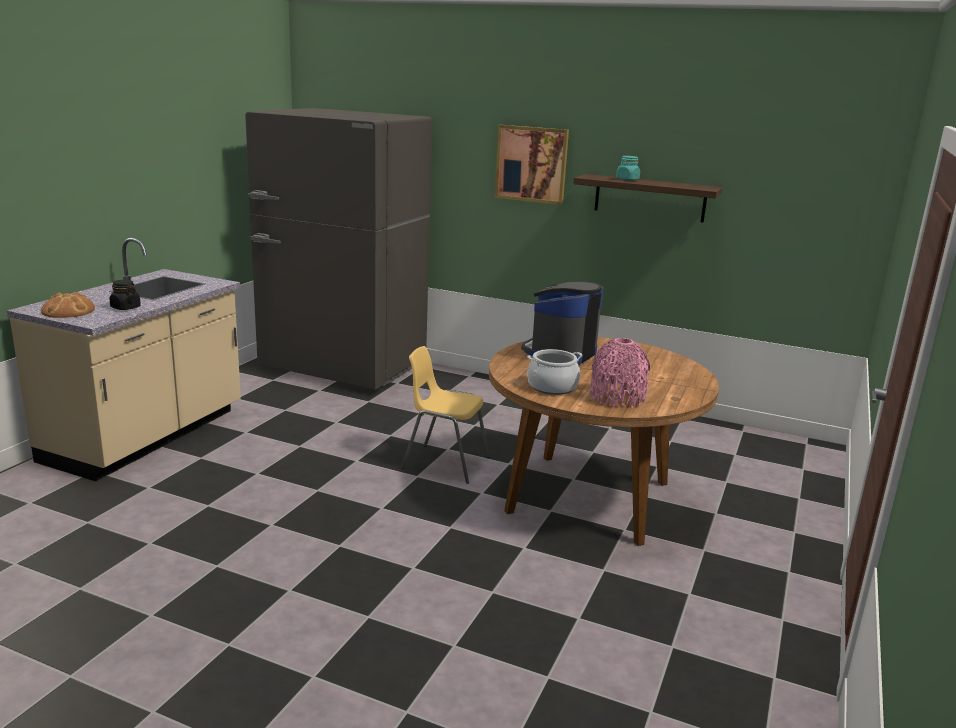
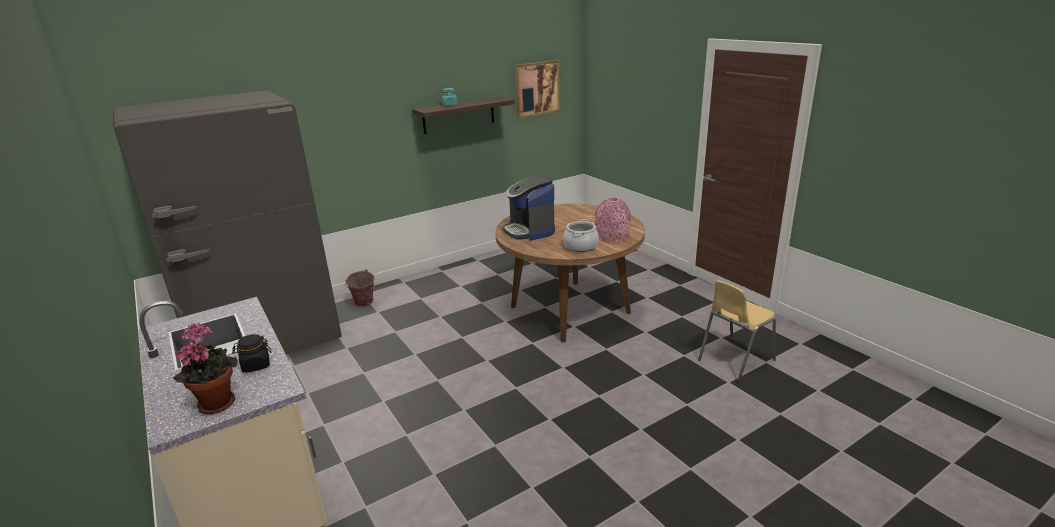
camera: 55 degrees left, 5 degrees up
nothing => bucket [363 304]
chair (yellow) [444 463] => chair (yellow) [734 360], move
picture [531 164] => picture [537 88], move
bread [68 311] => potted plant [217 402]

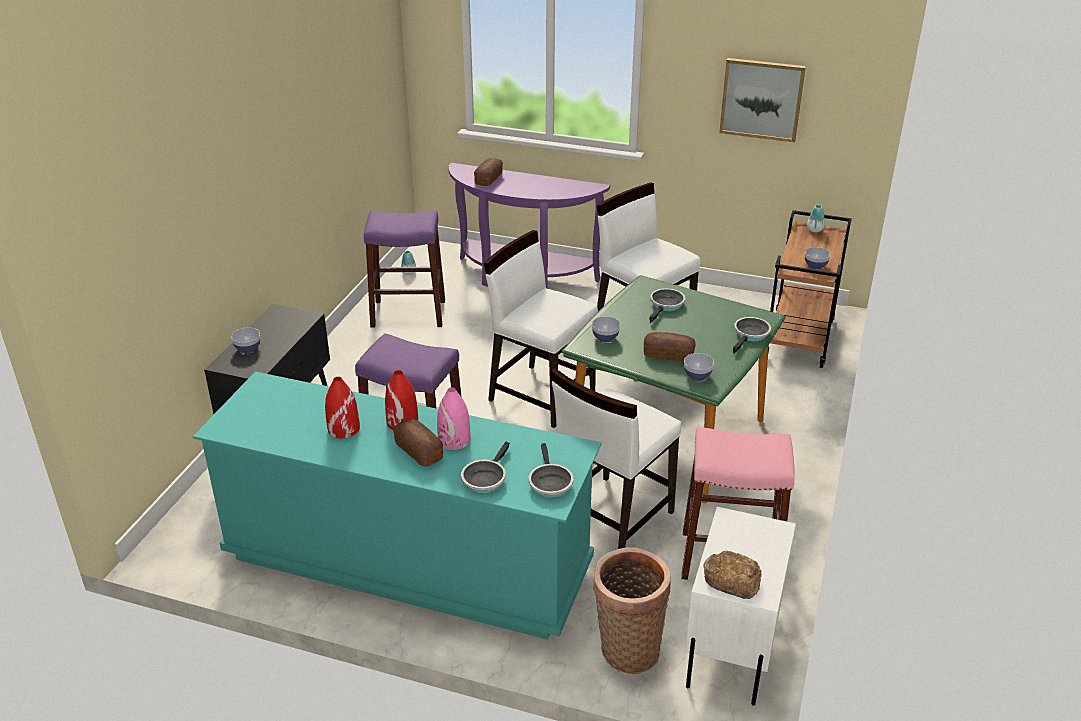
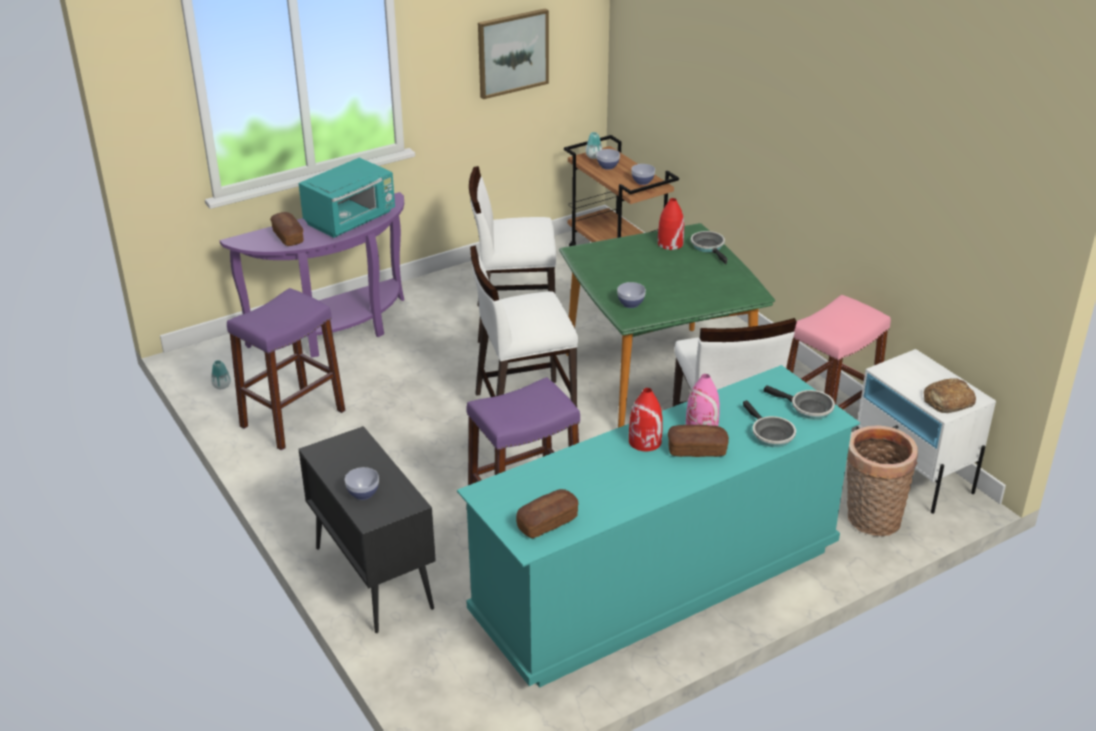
camera: 50 degrees left, 0 degrees up
frying pan [666 305] => nothing
nothing => microwave (turquoise) [351 220]
vase (red) [343 429] => vase (red) [670 244], move
bread [668 355] => bread [547 523], move
bowl [697 376] => bowl [607 166], move

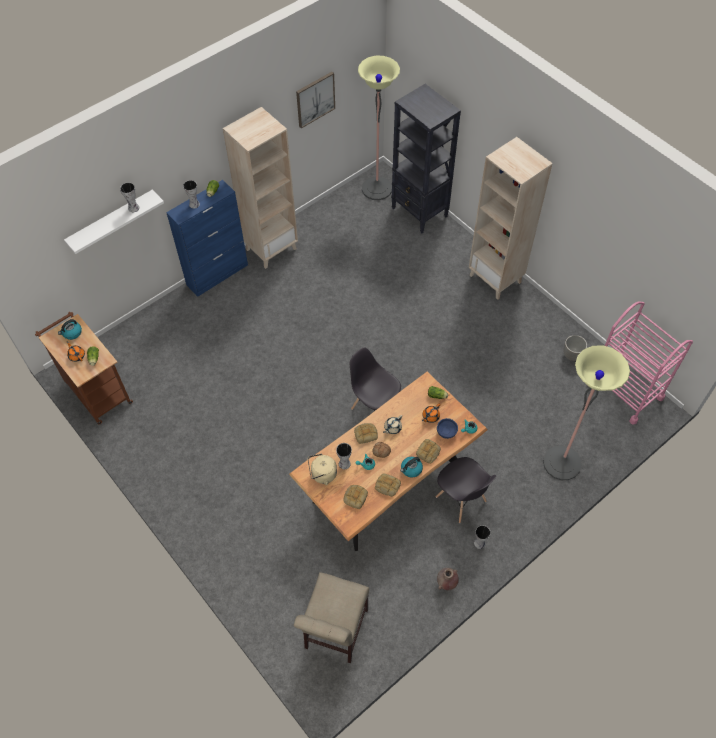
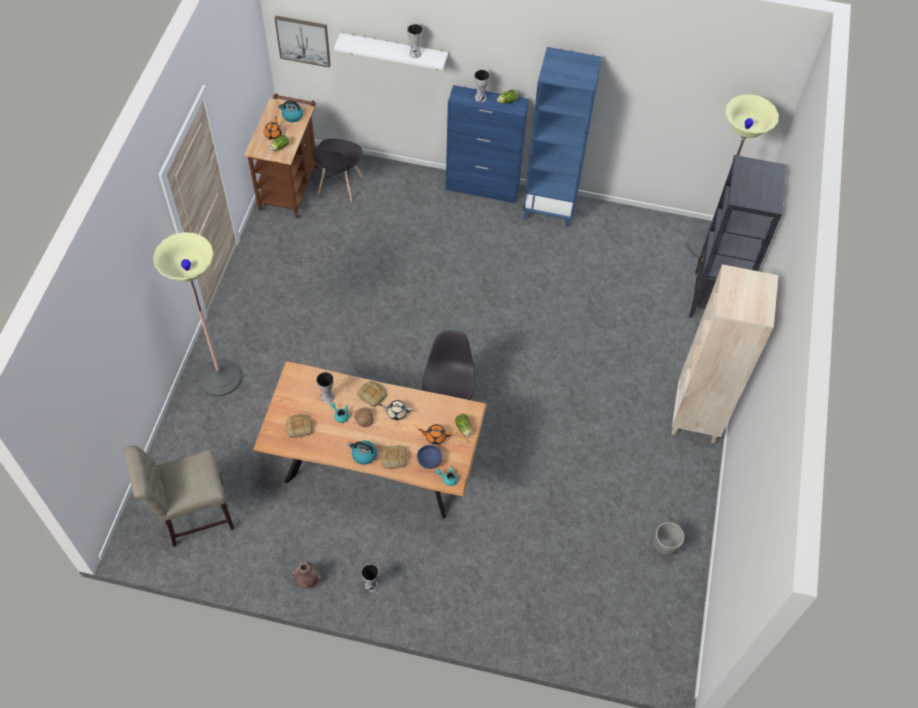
camera: 50 degrees right, 0 degrees up
kettle (beige) [322 474] => nothing
bread [387 486] => nothing
cart (pink) [625 391] => nothing
picture [315 99] => picture [303 40], move
chair (grey) [461 500] => chair (grey) [339 185], move
floor lamp [561 463] => floor lamp [220 378], move
bookcase (beige) [271 249] => bookcase (blue) [550 208]

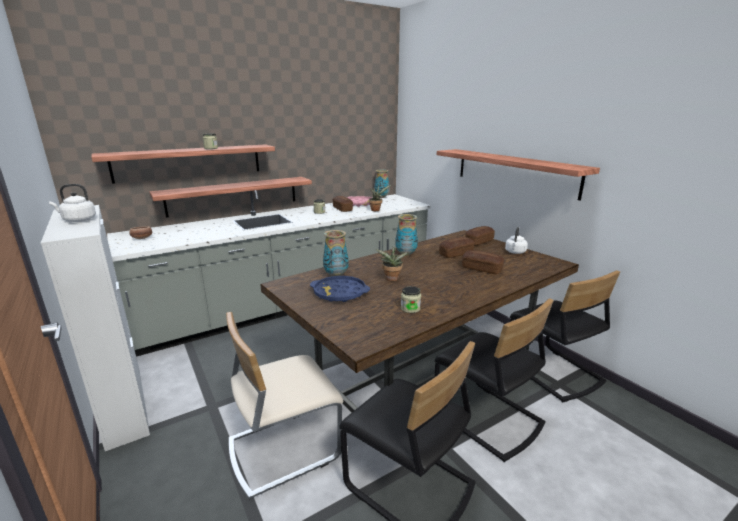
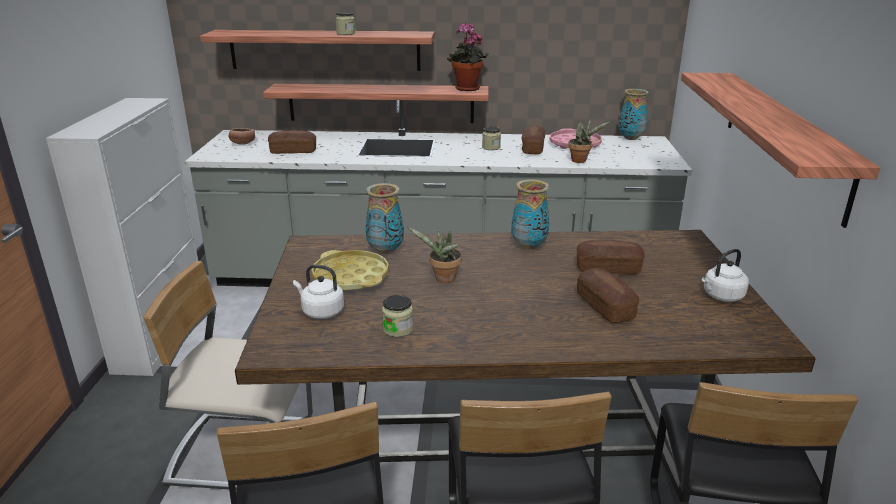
camera: 35 degrees right, 5 degrees up
nothing => potted plant [466 89]
kettle (white) [78 220] => kettle (white) [321 311], move
bread [479 241] => bread [293 151], move
tray (blue) [339 293] => tray (yellow) [351 277]

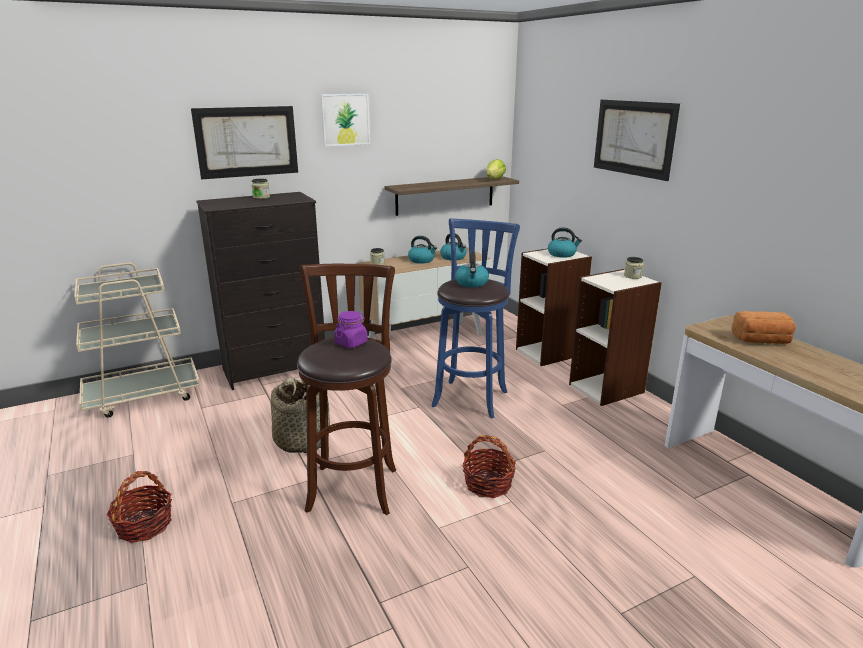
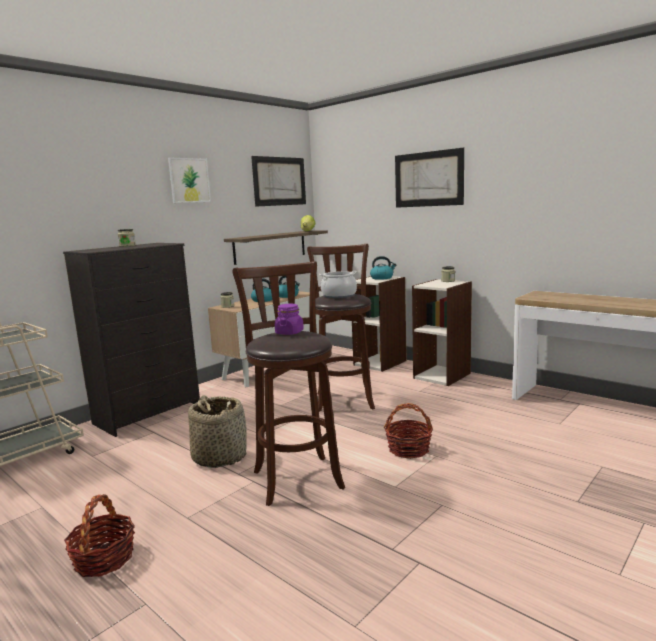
camera: 20 degrees left, 10 degrees down
bread [762 341] => nothing
picture [247 142] => picture [279 181], move
kettle [472 283] => cooking pot [339 295]
stool (blue) [471 397] => stool (brown) [344 399]

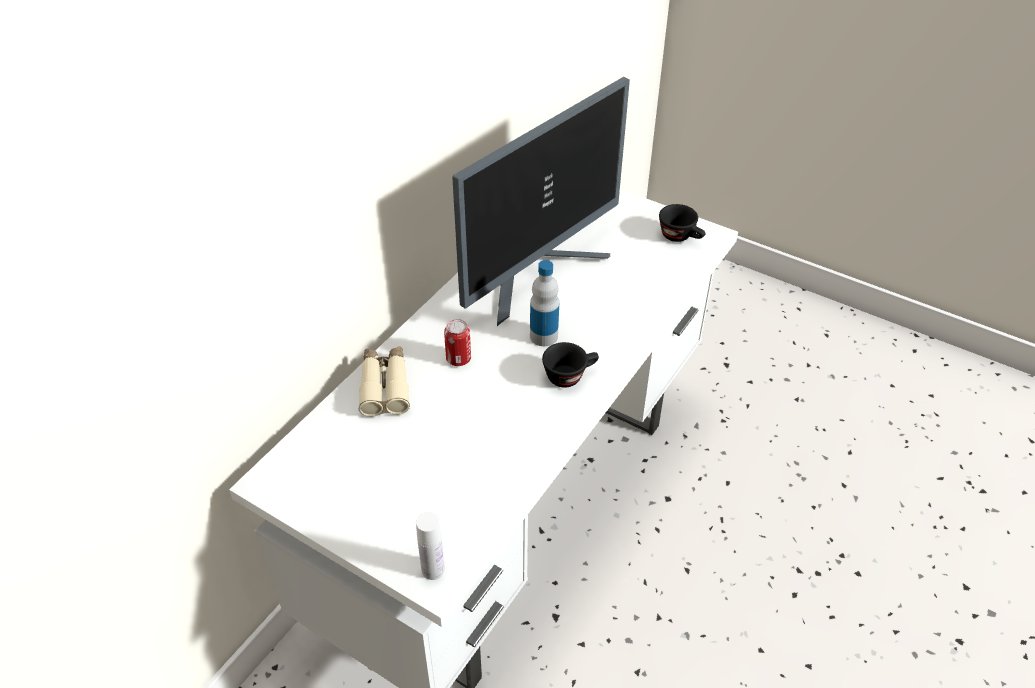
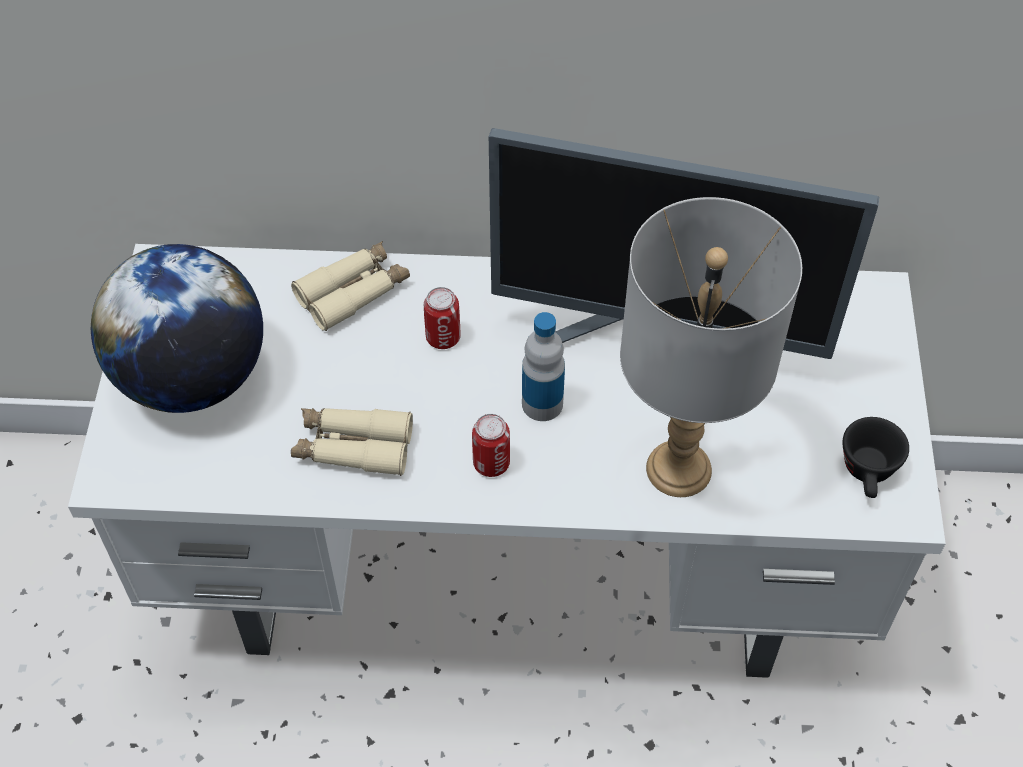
camera: 60 degrees right, 10 degrees up
bottle (white) [433 569] => nothing
nothing => globe [193 377]
nothing => binoculars (beige) [353 447]
nothing => table lamp (grey) [680 469]
cup (black) [570 375] => can [491 463]

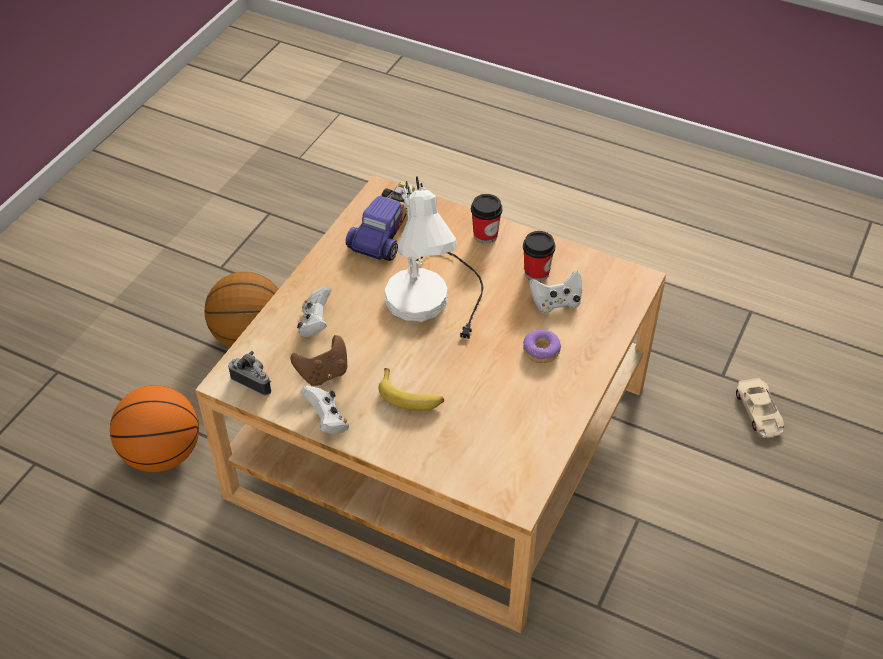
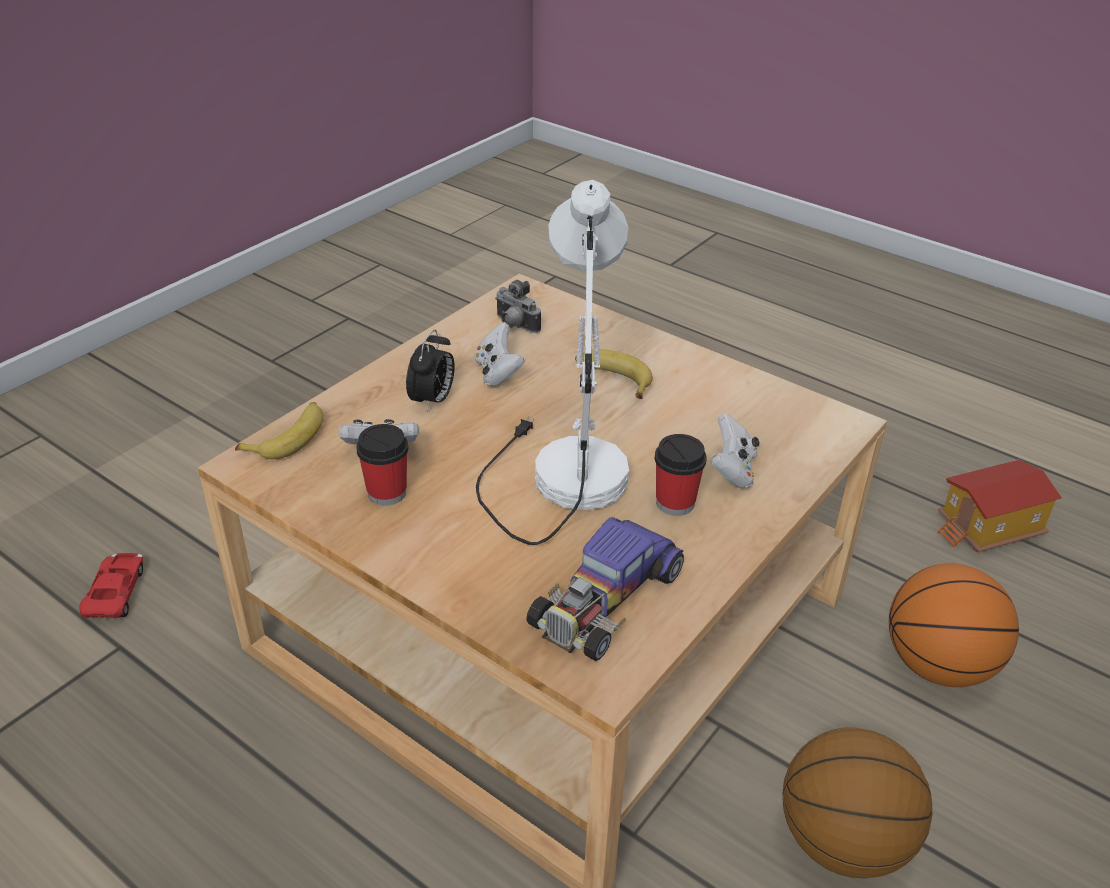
camera: 170 degrees left, 10 degrees down
game controller (brown) [323 373] => nothing
nothing => banana [289 437]
nothing => toy house [989 530]
photo camera [254 381] => photo camera [514 326], move
game controller (white) [327 421] => game controller (white) [497 373], move
cup [485 235] => cup [675 503], move
donut [541 351] => alarm clock [432 401]
toy car (beige) [759 412] => toy car (red) [116 591]

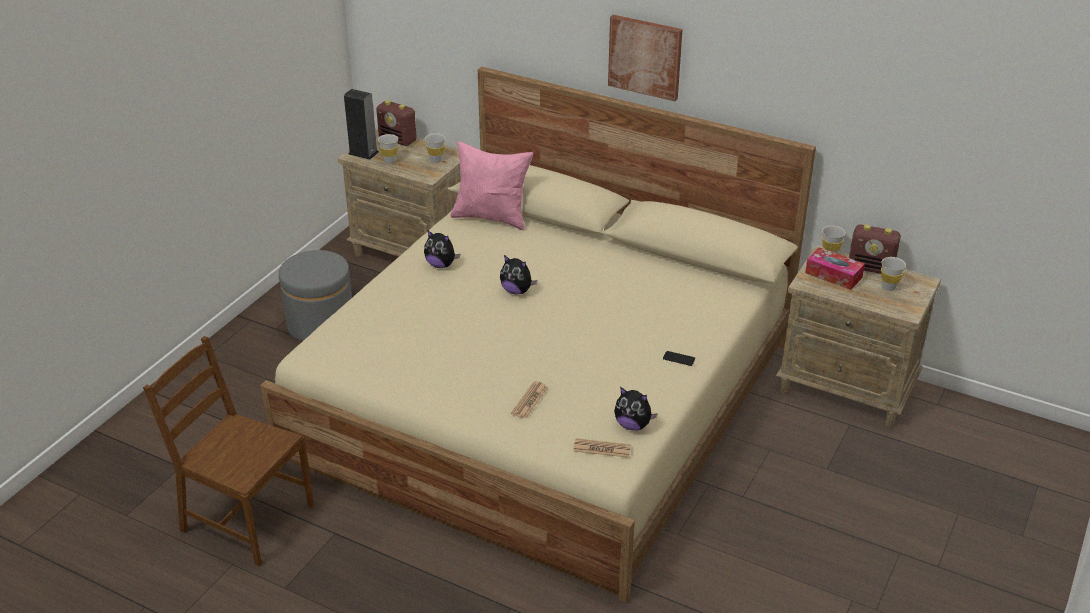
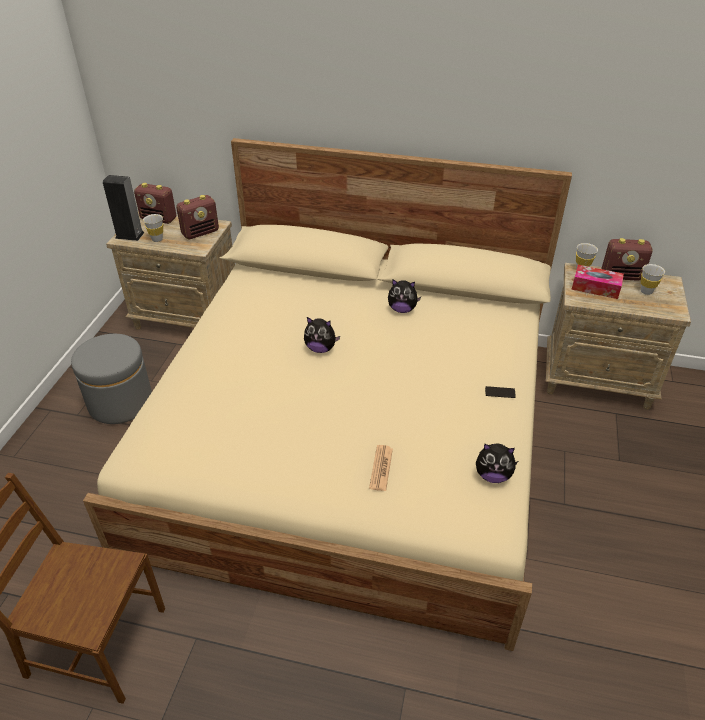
camera: 15 degrees left, 5 degrees up
pillow (pink) [491 217] => nothing
newspaper [602 449] => nothing
picture [645 57] => nothing
plush toy [441 265] => plush toy [402 309], move
cup (white) [436 160] => radio [200 233]

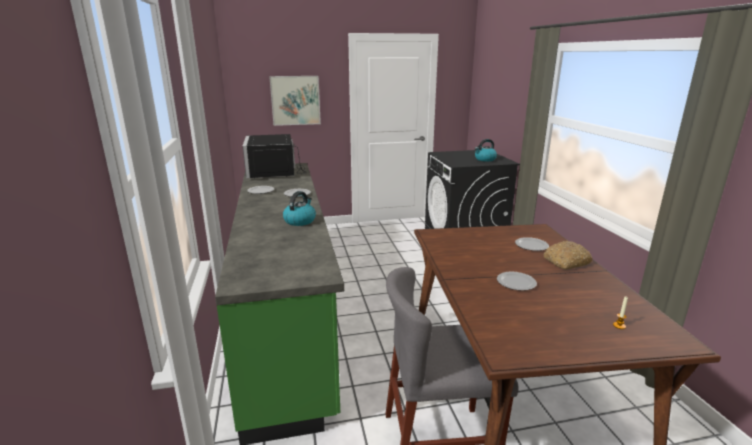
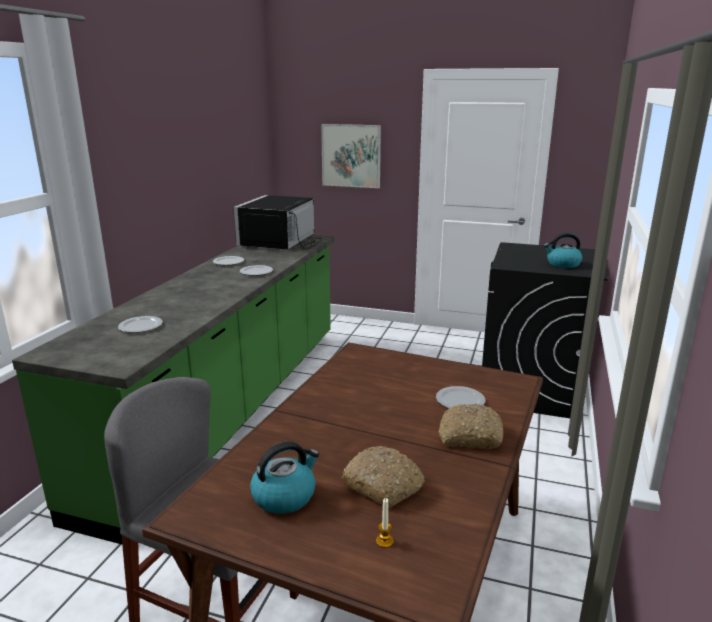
camera: 30 degrees right, 0 degrees up
nothing => bread [384 485]
kettle [300 221] => kettle [284 496], move
plate [516 282] => plate [141 326], move

